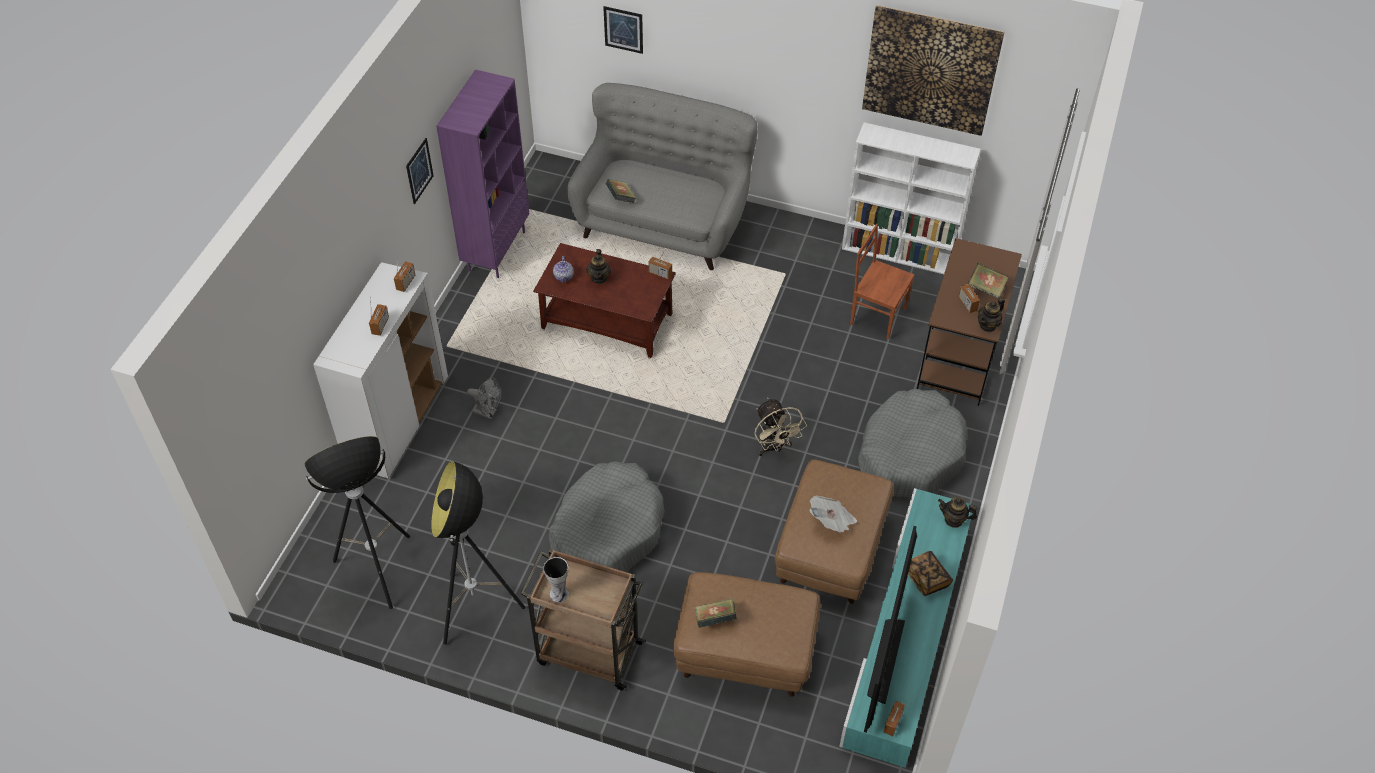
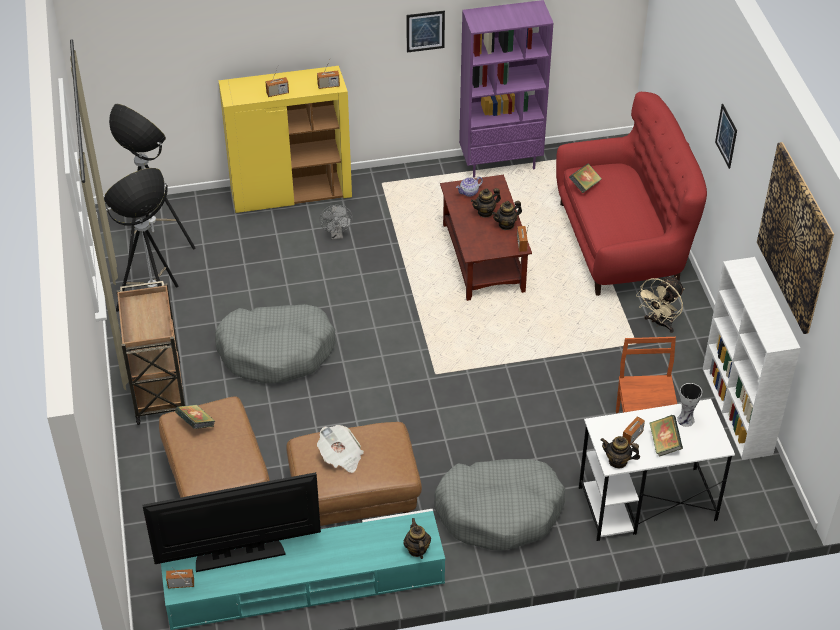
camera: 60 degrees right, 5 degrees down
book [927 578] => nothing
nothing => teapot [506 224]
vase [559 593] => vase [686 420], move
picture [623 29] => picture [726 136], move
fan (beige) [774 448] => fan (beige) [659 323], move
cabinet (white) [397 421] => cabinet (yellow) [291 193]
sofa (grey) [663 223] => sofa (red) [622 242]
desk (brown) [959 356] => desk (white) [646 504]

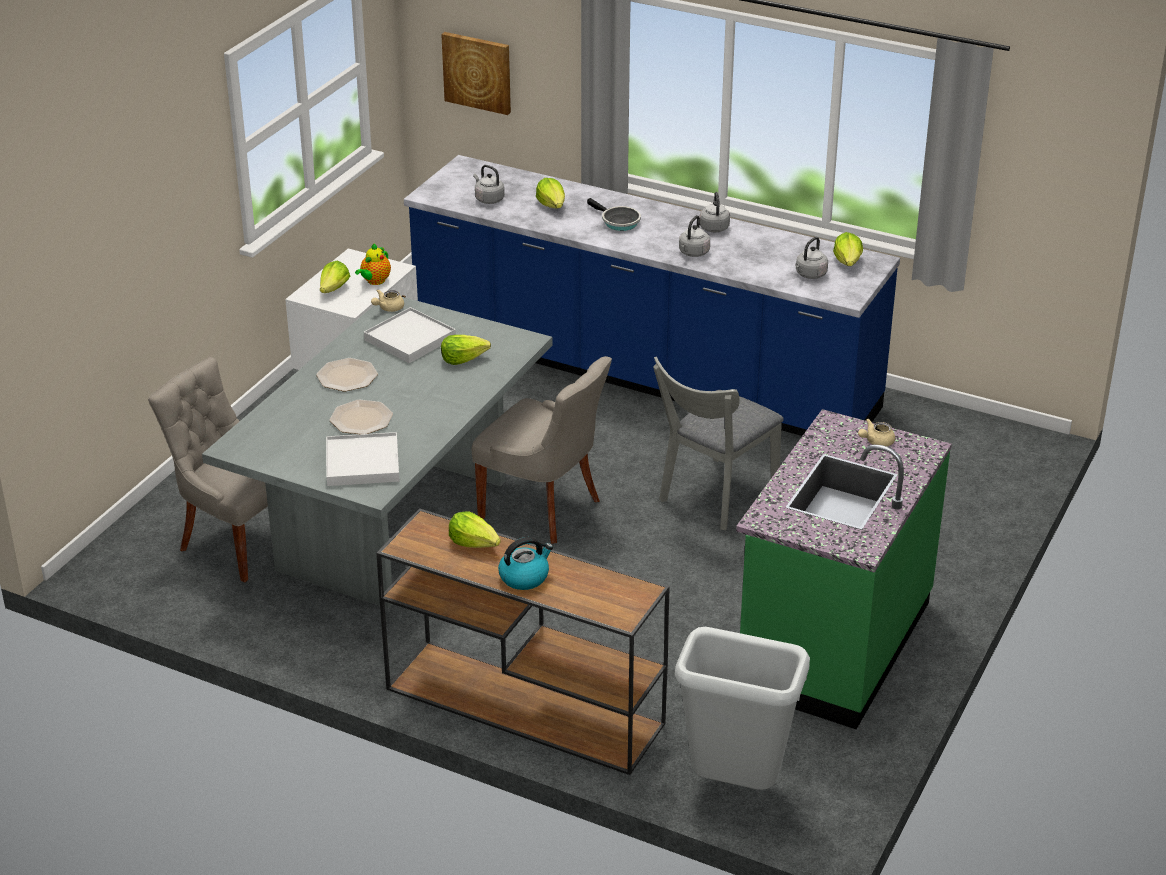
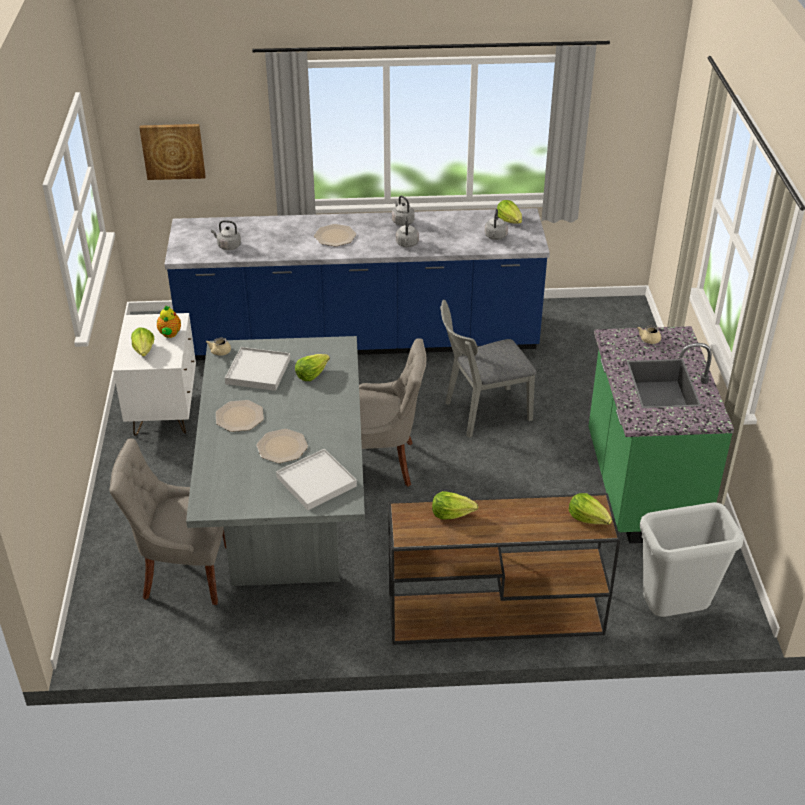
camera: 30 degrees left, 5 degrees up
kettle [524 577] => nothing
lettuce [552 205] => lettuce [588 518], move
frying pan [618 222] => plate [335 236]
chair (grey) [713 497] => chair (grey) [482 413], 60 degrees clockwise

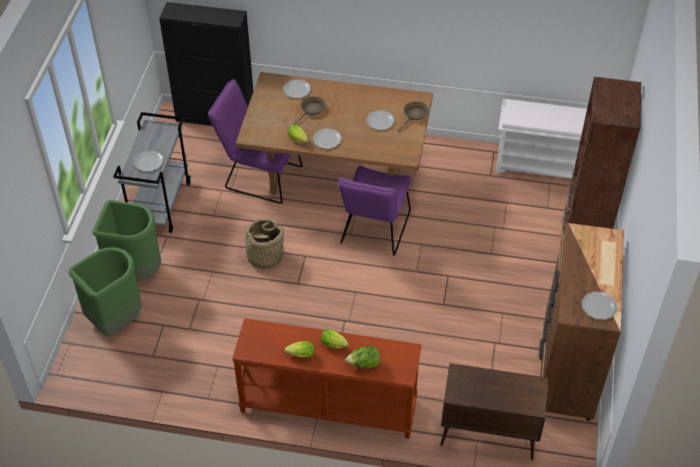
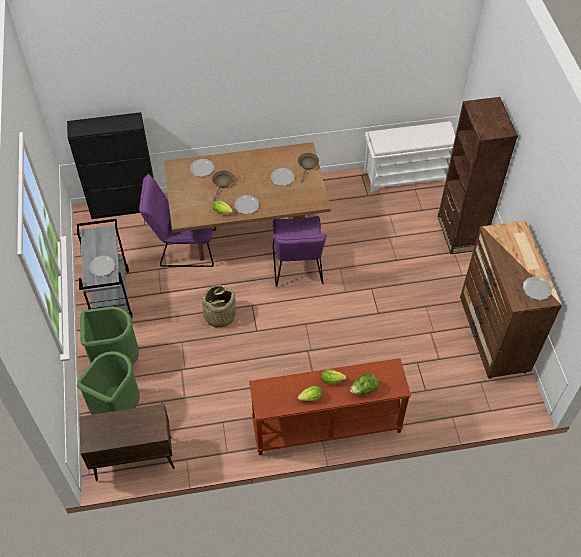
camera: 20 degrees left, 5 degrees up
cabinet (brown) [487 435] => cabinet (brown) [133 459], move

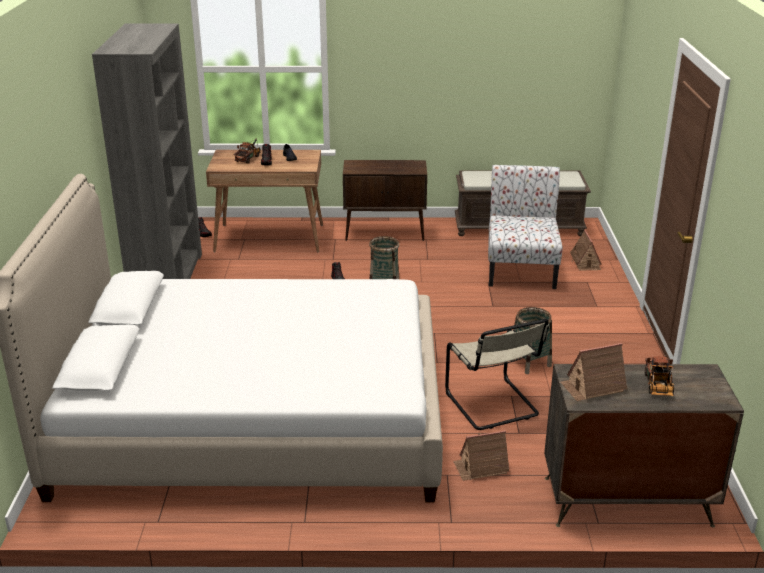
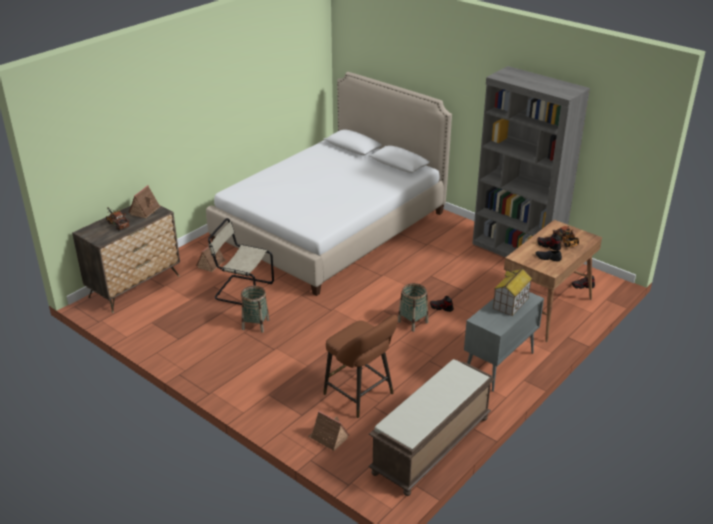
camera: 130 degrees right, 5 degrees up
nothing => toy house [510 303]
chair [520 268] => stool (brown) [361 396]
cabinet (brown) [385 233] => cabinet (grey) [499 365]

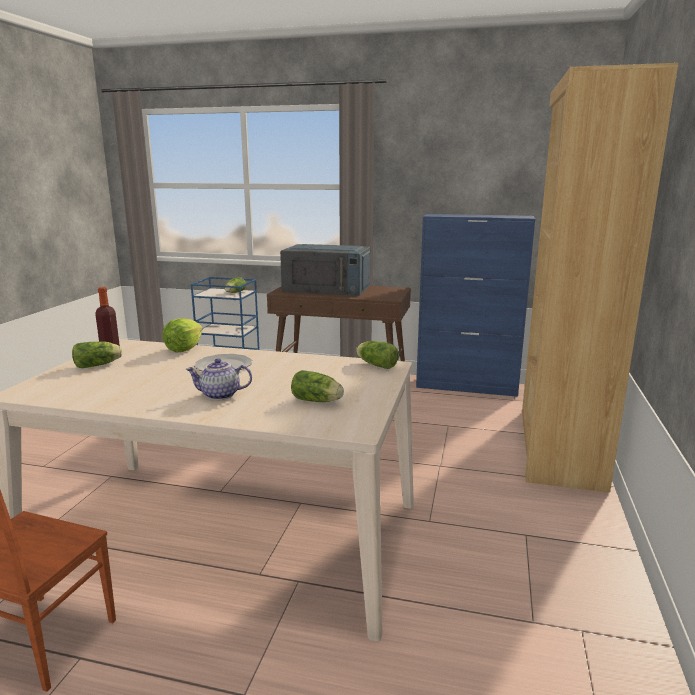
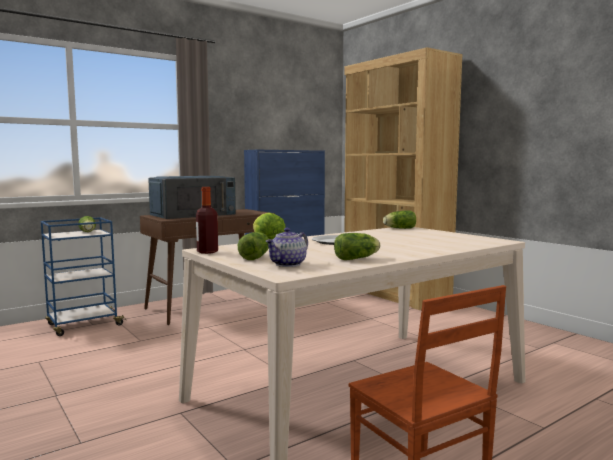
camera: 50 degrees left, 10 degrees down
teapot [220 395] => teapot [288 264], move
lettuce [318 401] => lettuce [358 258], move

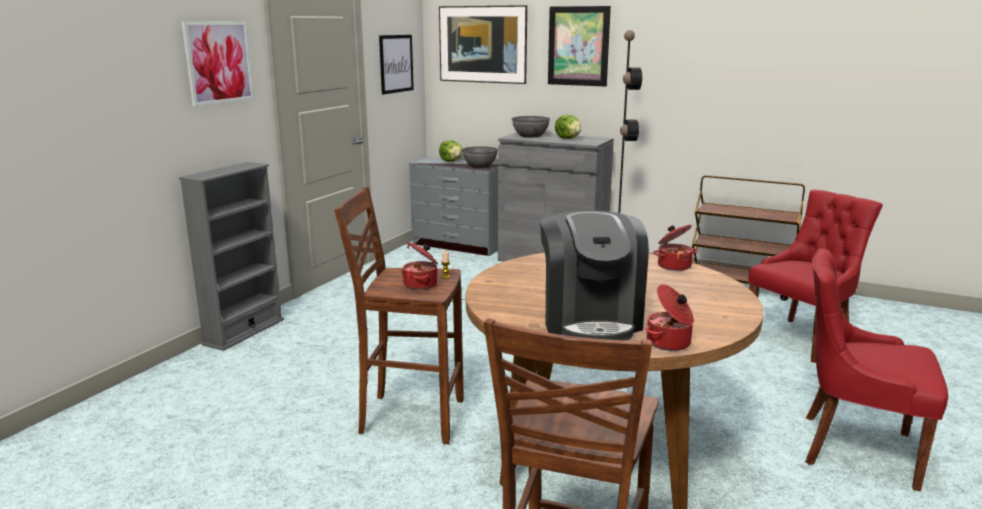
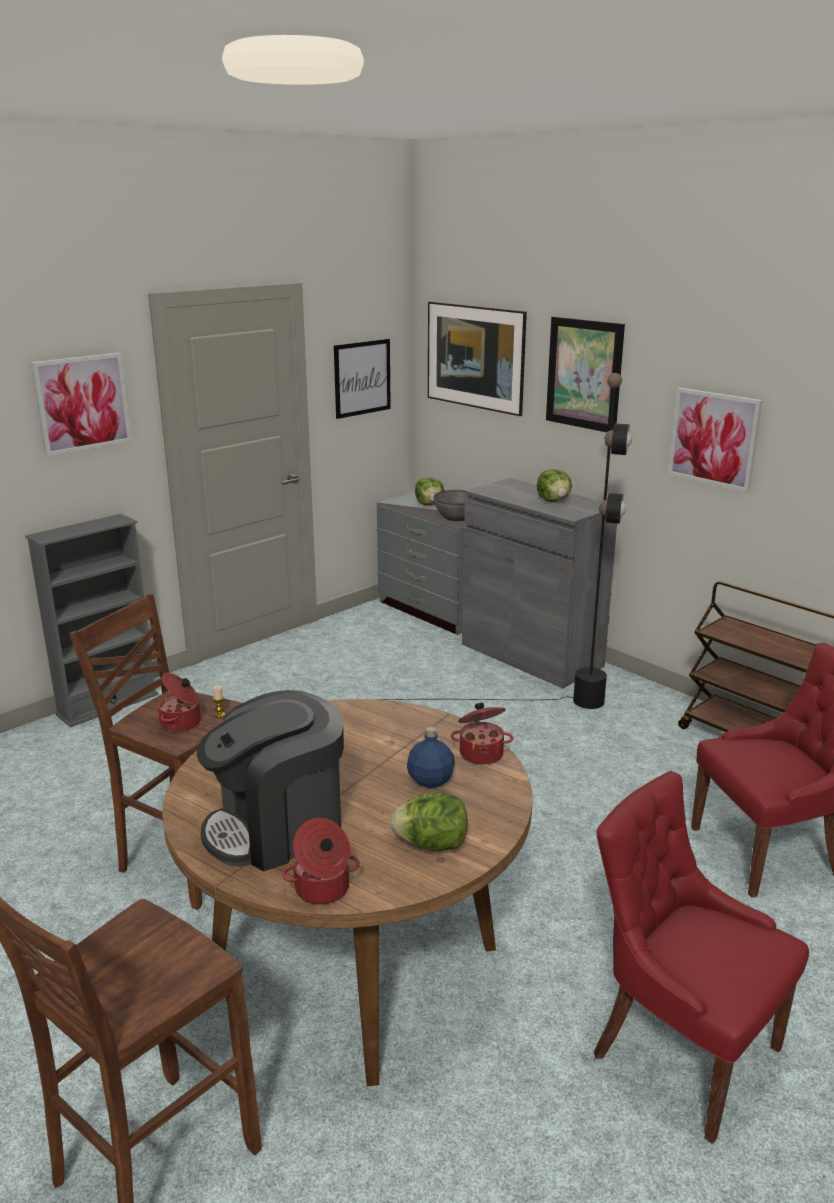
camera: 20 degrees right, 5 degrees up
bowl (grey) [530 135] => nothing
nothing => lettuce [432 845]
nothing => bottle (blue) [431 780]
nothing => picture [714 438]
coffee machine [590 319] => coffee machine [277 828], 45 degrees clockwise

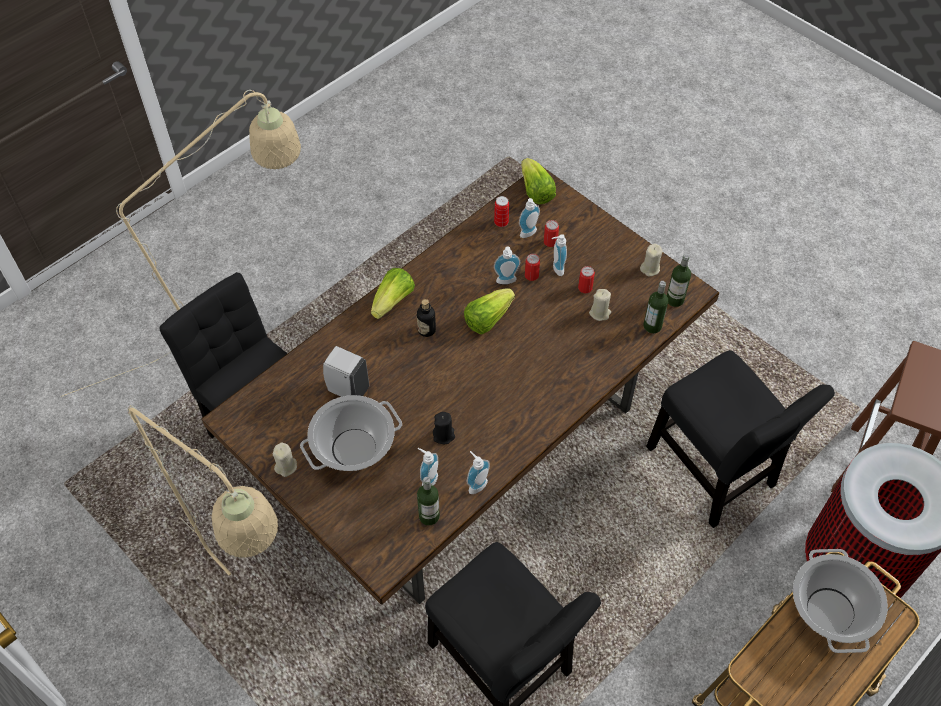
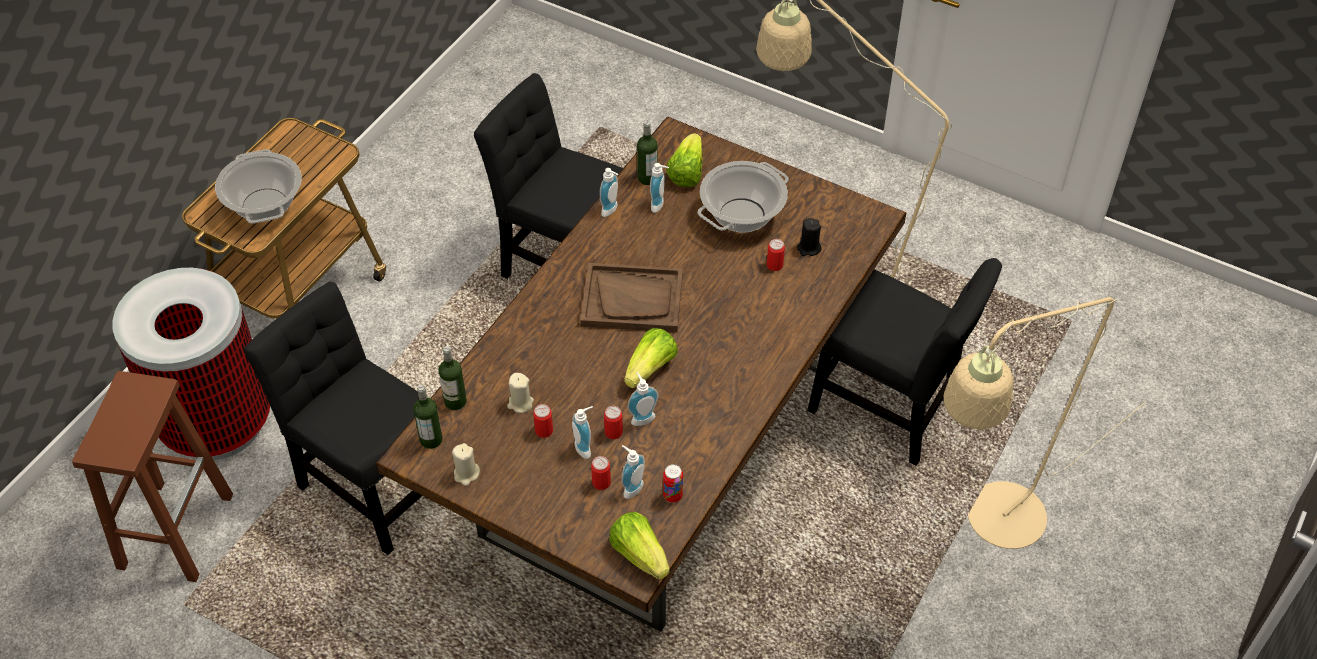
camera: 165 degrees right, 5 degrees down
candle (beige) [286 466] => nothing
bottle [426 330] => nothing
nothing => tray (brown) [632 300]
lettuce [393 301] => lettuce [686 172], move
candle (black) [444 435] => candle (black) [808 248], move
soap dispenser (white) [347 389] => can [774 265]

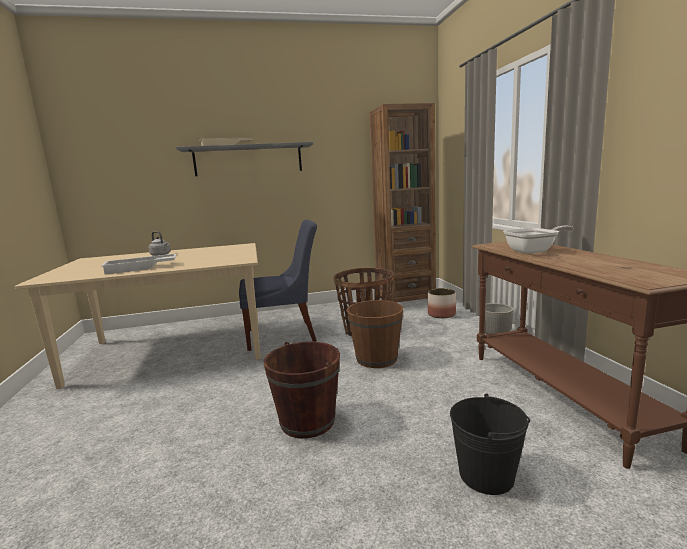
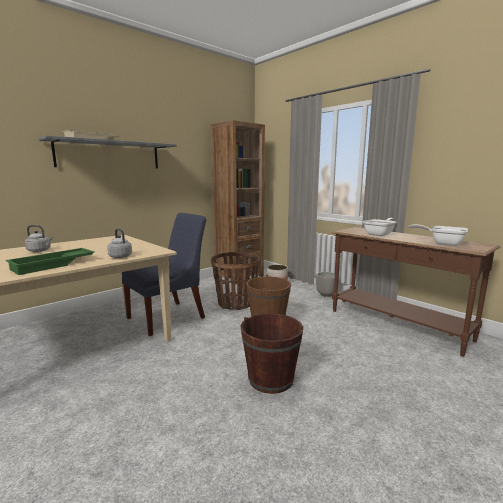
camera: 30 degrees left, 0 degrees up
bucket (black) [486 475] => nothing
nothing => kettle (grey) [120 256]
nothing => frying pan [442 243]
tray (white) [141 268] => tray (green) [53 265]

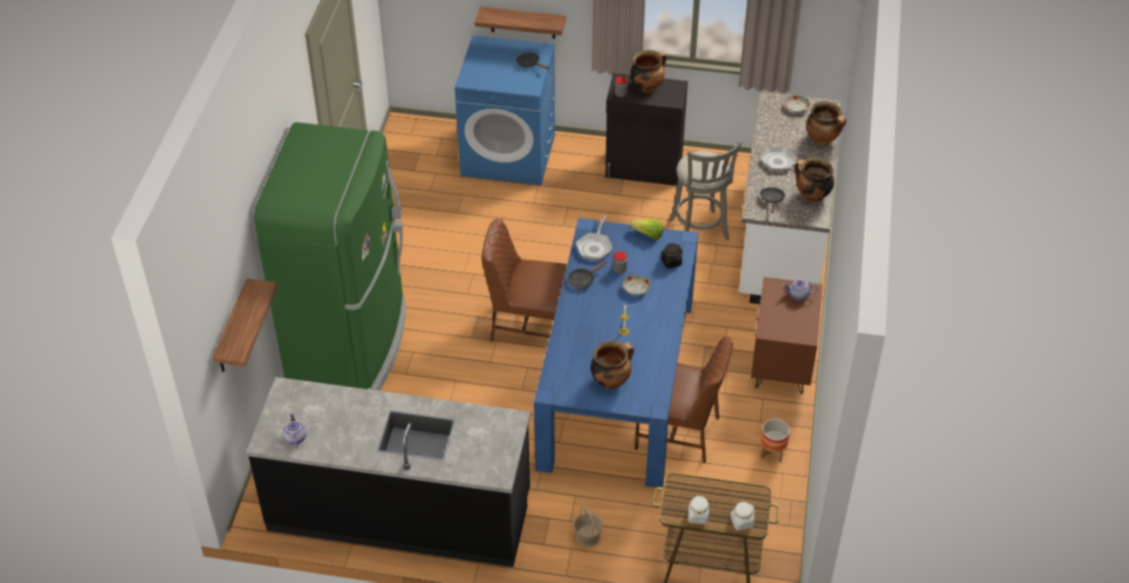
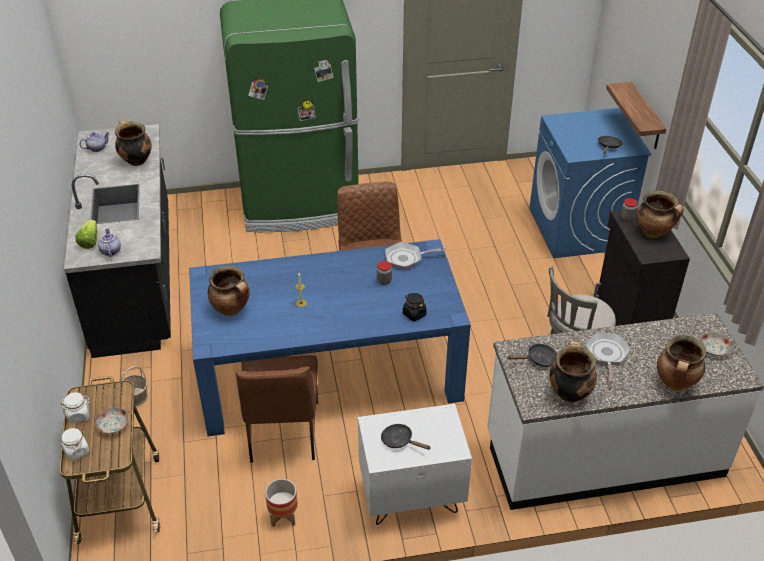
camera: 70 degrees right, 5 degrees down
shelf [232 329] => nothing
nothing => cooking pot [136 160]
frying pan (black) [583 280] => frying pan (black) [400 441], move
plate [636 289] => plate [113 425], move
lettuce [648 235] => lettuce [89 241], move
teapot [798 296] => teapot [110 251], move
nightstand (brown) [781 366] => nightstand (white) [411 497]

